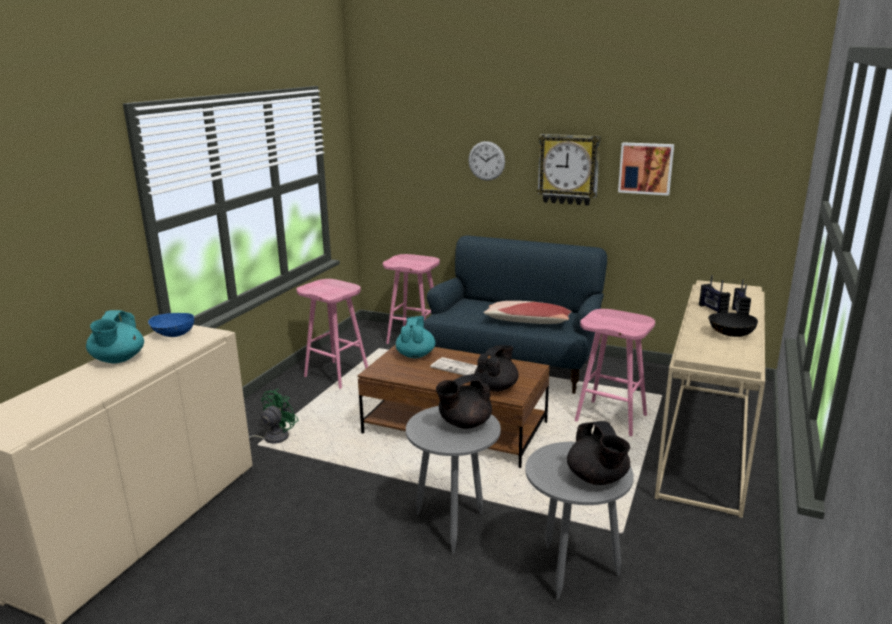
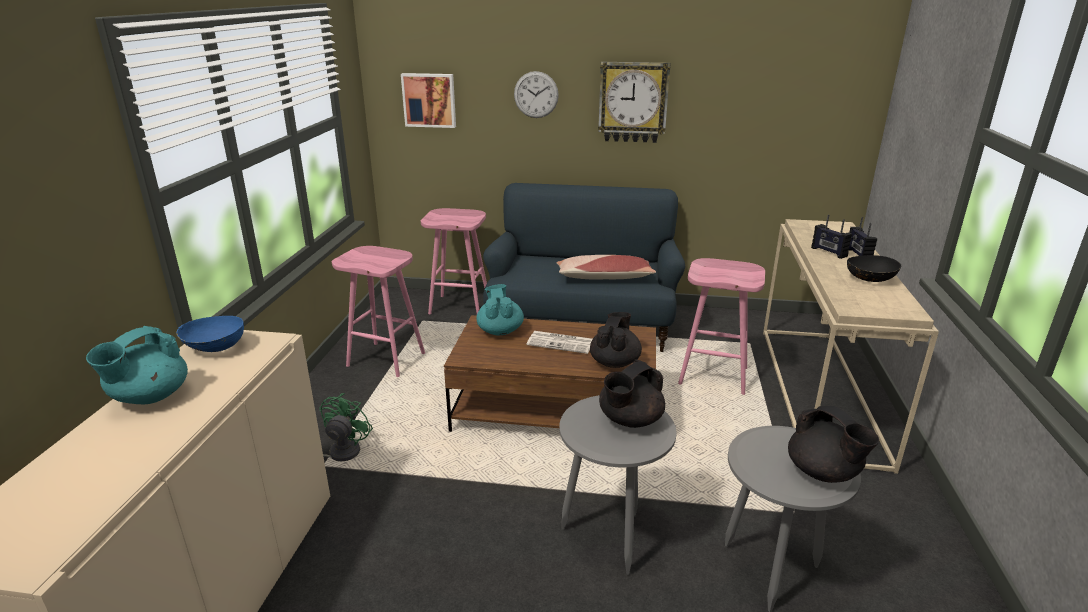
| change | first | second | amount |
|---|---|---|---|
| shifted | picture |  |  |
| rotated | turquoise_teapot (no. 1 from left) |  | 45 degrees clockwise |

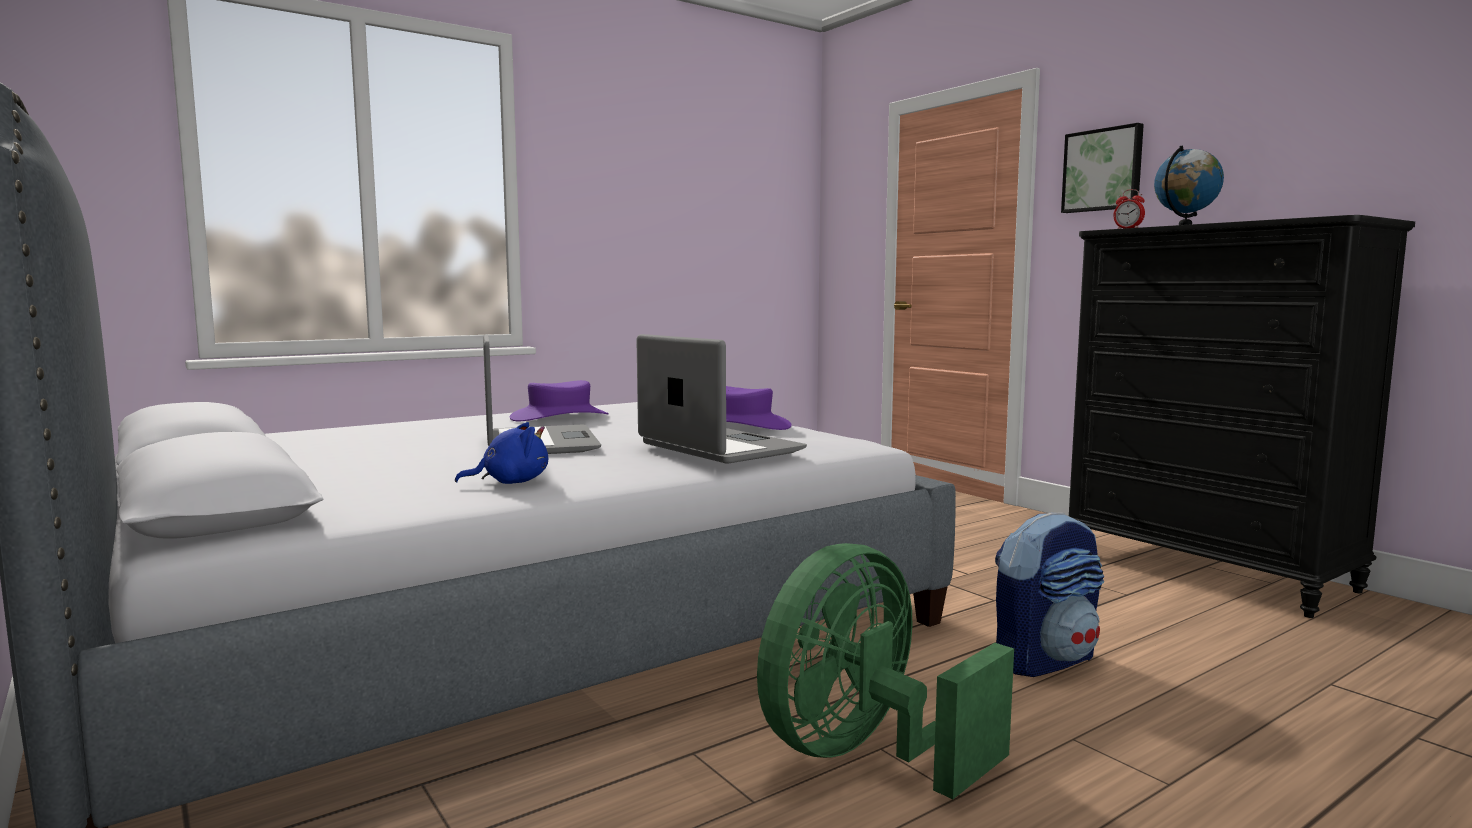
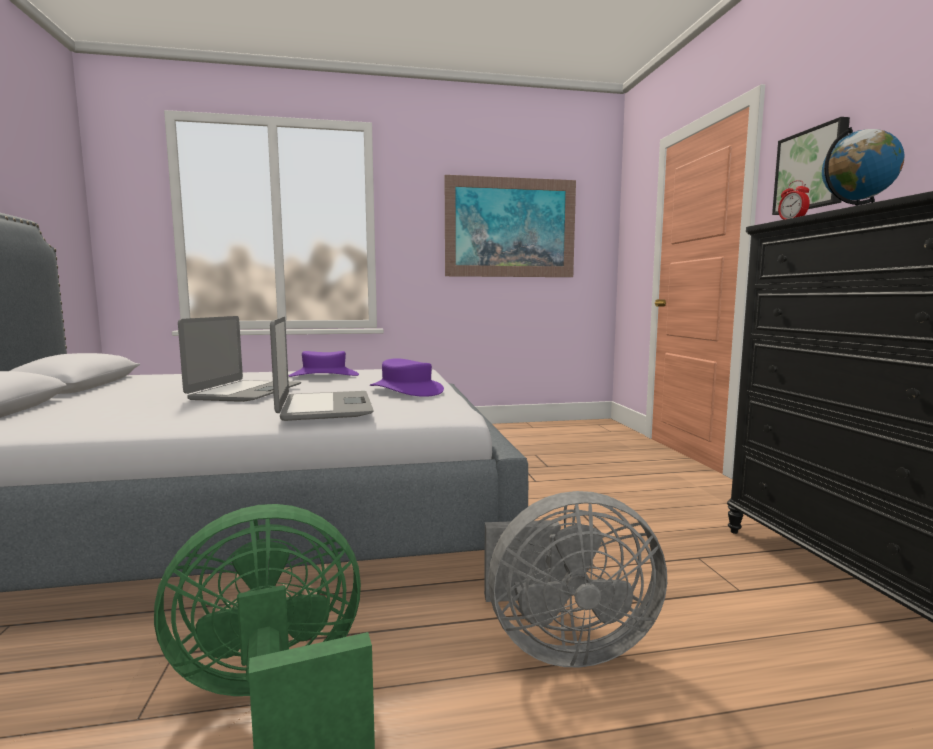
| change | first | second | amount |
|---|---|---|---|
| gone | blue_plush_toy |  |  |
| swapped | backpack | grey_fan |  |
| new |  | picture (no. 1 from left) |  |

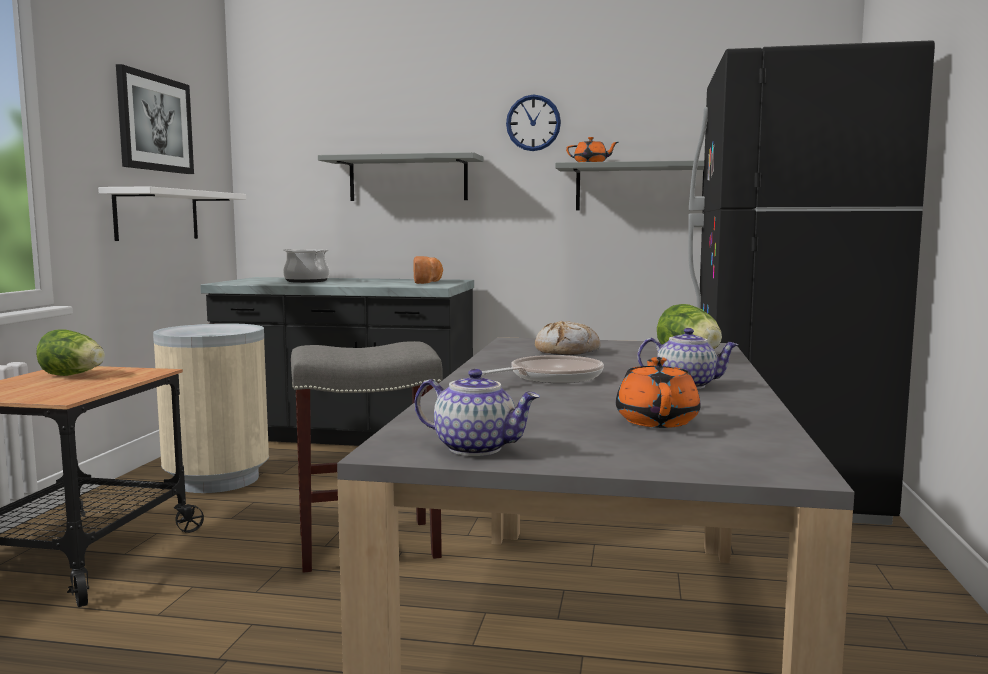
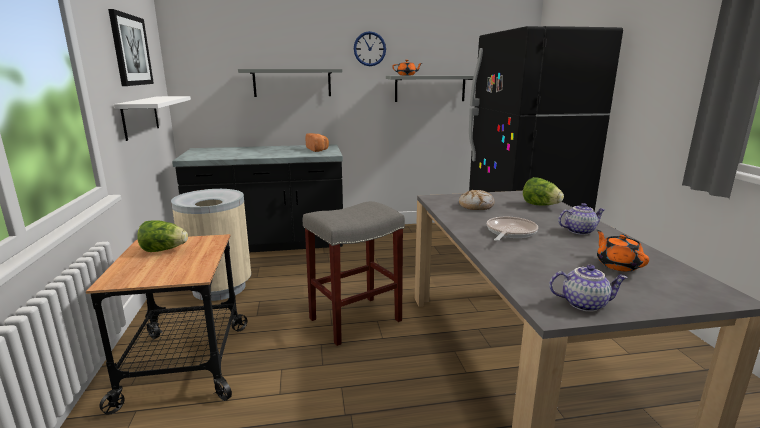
| change | first | second | amount |
|---|---|---|---|
| gone | cooking_pot |  |  |

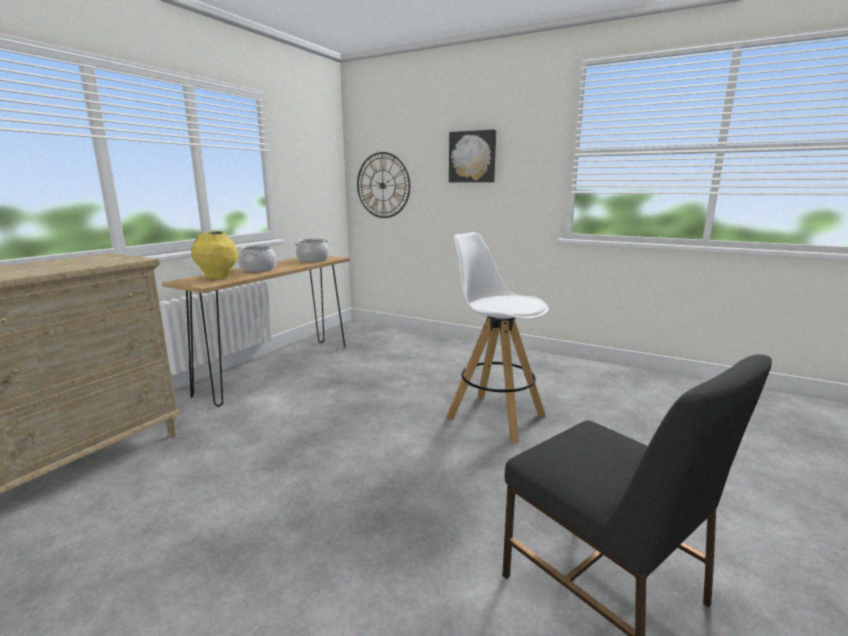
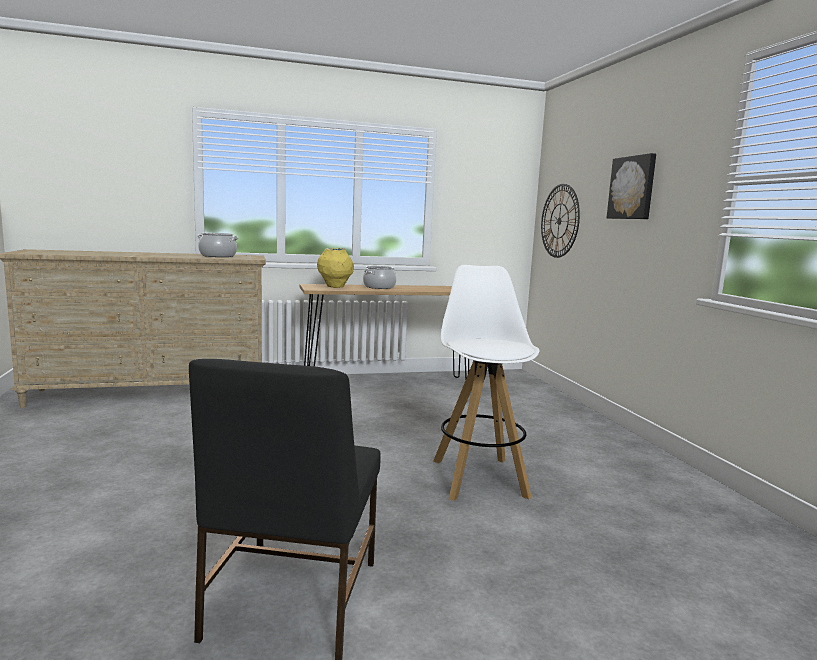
| change | first | second | amount |
|---|---|---|---|
| shifted | cooking_pot (no. 2 from left in the first image) | cooking_pot (no. 1 from left) |  |

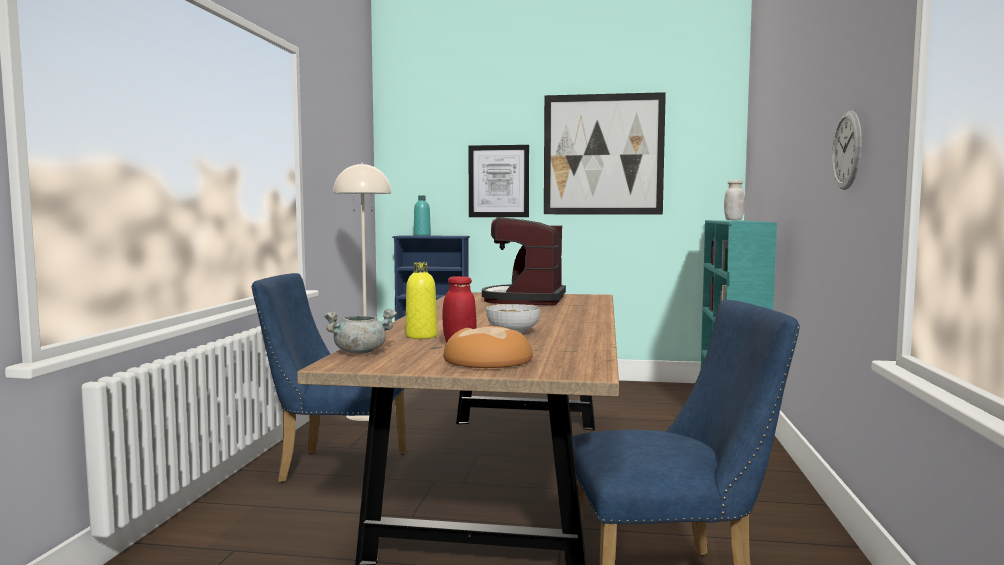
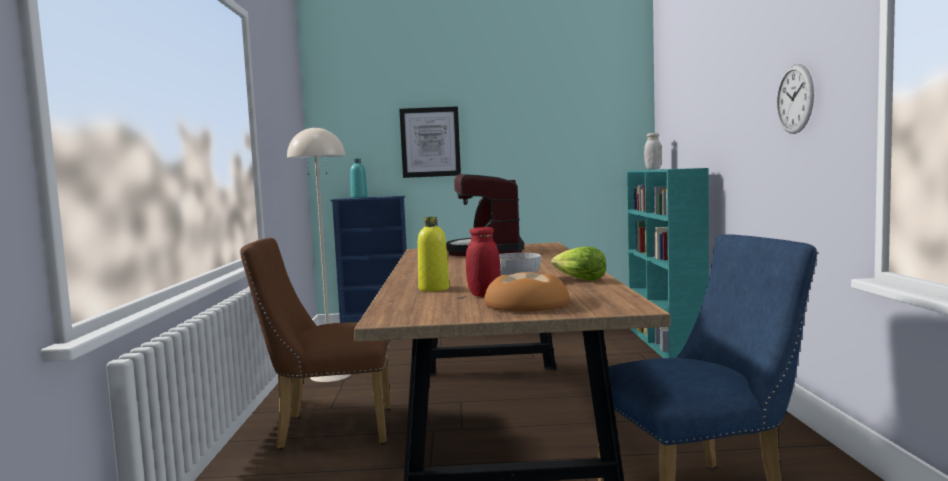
| change | first | second | amount |
|---|---|---|---|
| gone | picture (no. 2 from left) |  |  |
| repainted | blue_chair (no. 1 from left) | brown_chair |  |
| gone | grey_cooking_pot |  |  |
| new |  | lettuce |  |

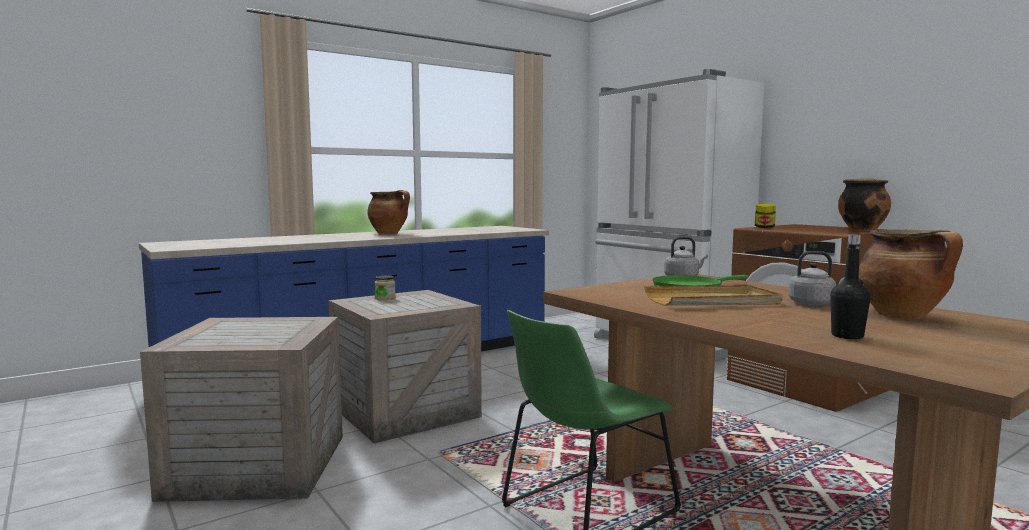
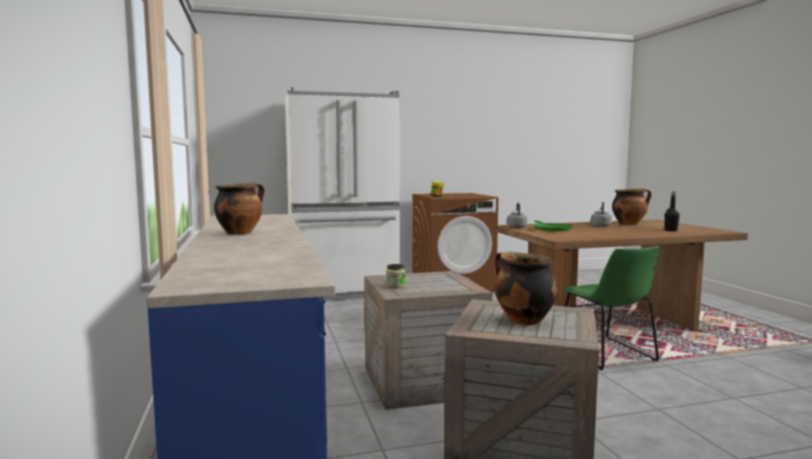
| change | first | second | amount |
|---|---|---|---|
| shifted | cooking_pot (no. 2 from left) |  |  |
| gone | beige_tray |  |  |

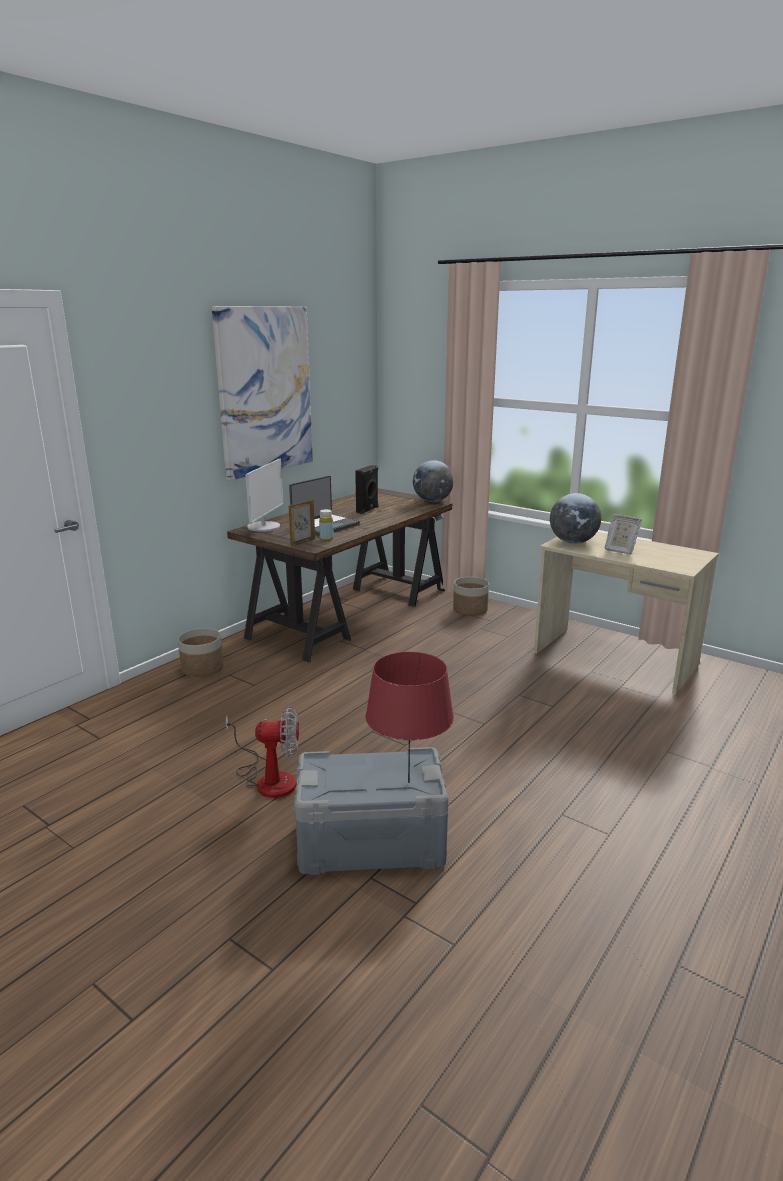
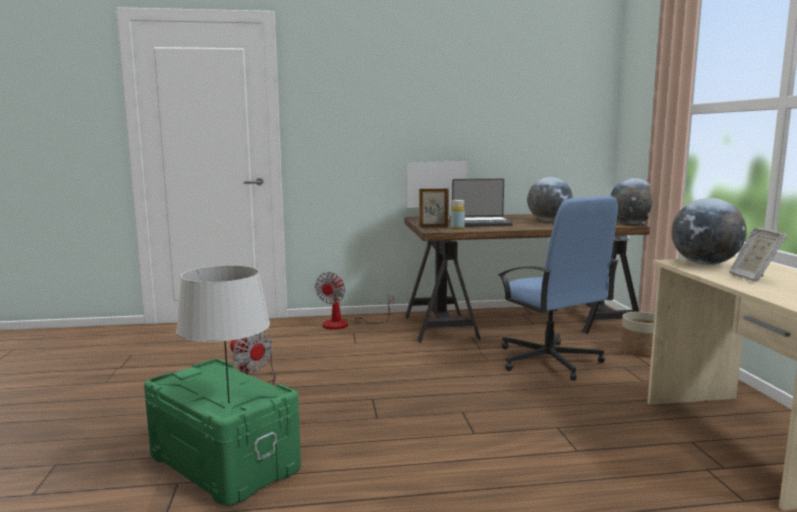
| change | first | second | amount |
|---|---|---|---|
| gone | picture |  |  |
| swapped | black_speaker | globe (no. 1 from left) |  |
| swapped | planter (no. 1 from left) | fan (no. 2 from left) |  |
| repainted | red_table_lamp | grey_table_lamp |  |
| repainted | grey_storage_box | green_storage_box |  |
| new |  | blue_office_chair |  |

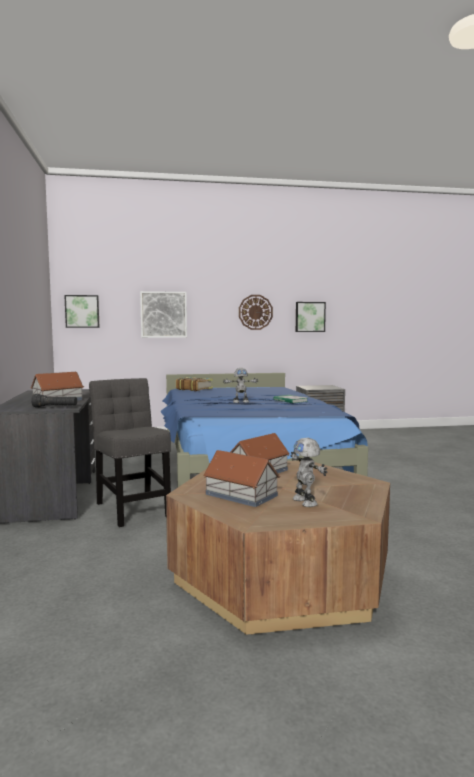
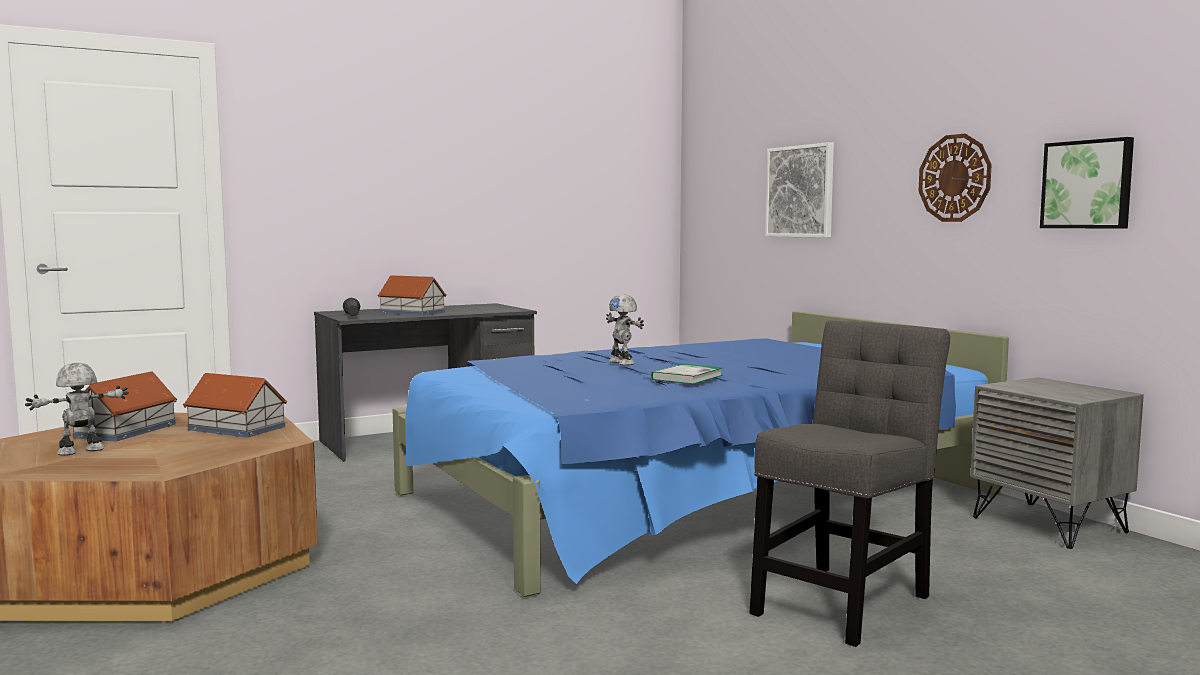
| change | first | second | amount |
|---|---|---|---|
| gone | picture (no. 1 from left) |  |  |
| gone | book (no. 1 from left) |  |  |
| shifted | grey_chair |  |  |

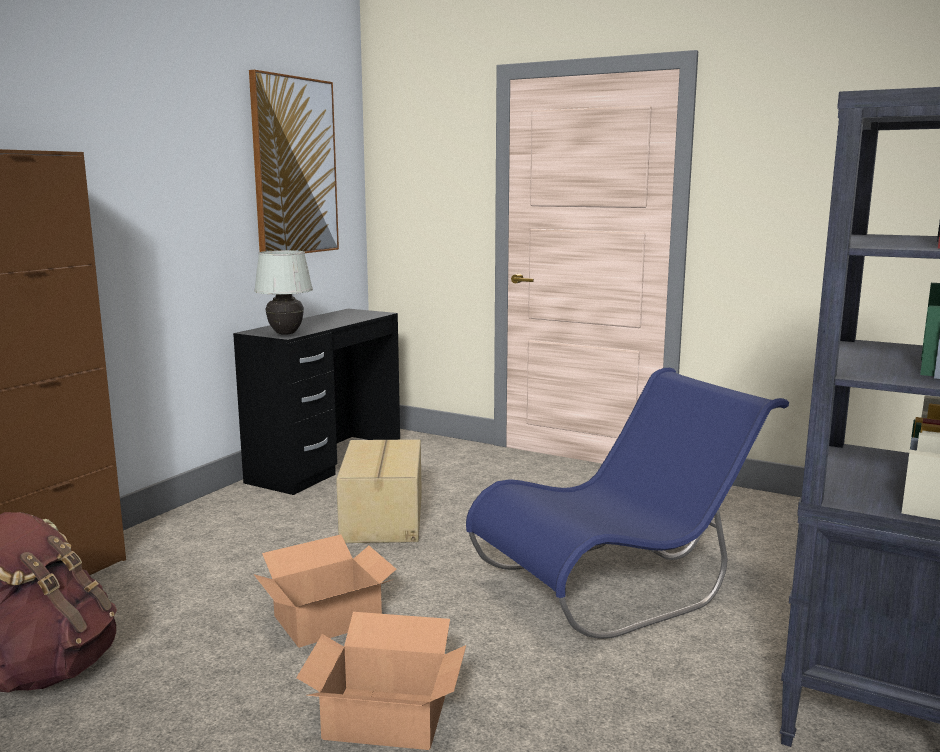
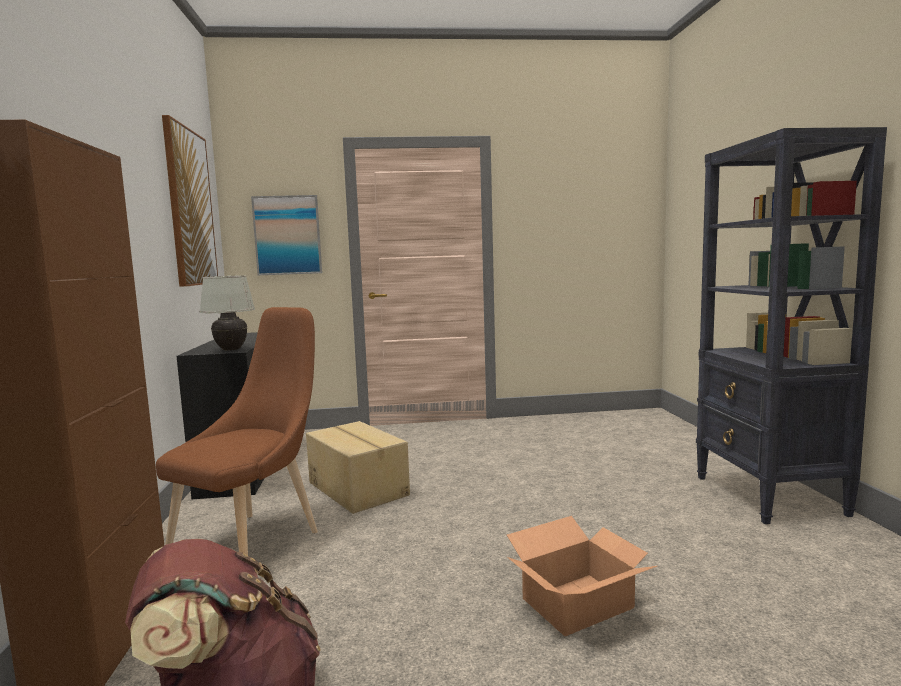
| change | first | second | amount |
|---|---|---|---|
| gone | blue_chair |  |  |
| gone | cardboard_box (no. 1 from left) |  |  |
| new |  | picture (no. 2 from left) |  |
| new |  | brown_chair |  |

